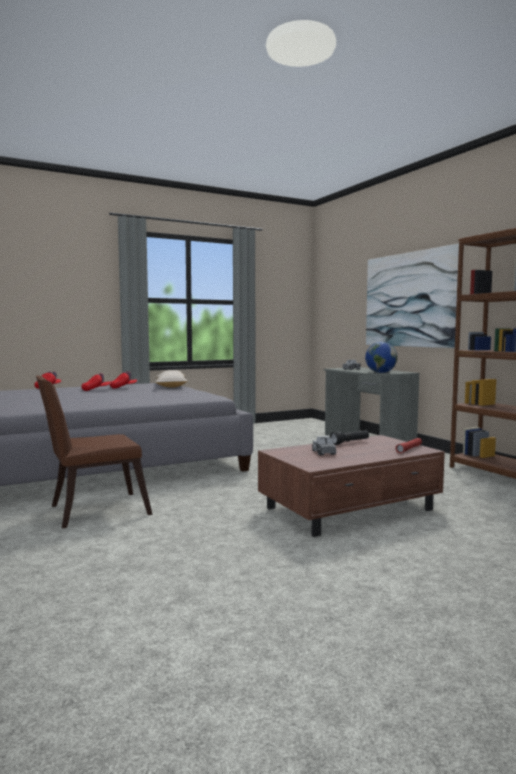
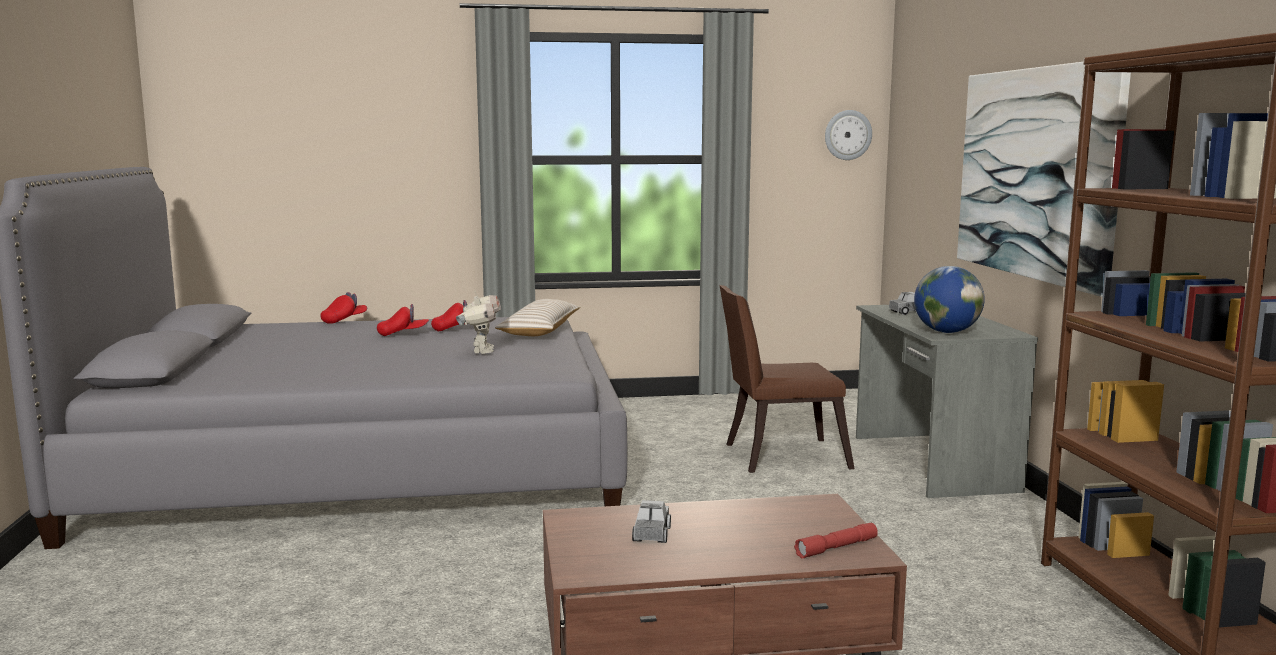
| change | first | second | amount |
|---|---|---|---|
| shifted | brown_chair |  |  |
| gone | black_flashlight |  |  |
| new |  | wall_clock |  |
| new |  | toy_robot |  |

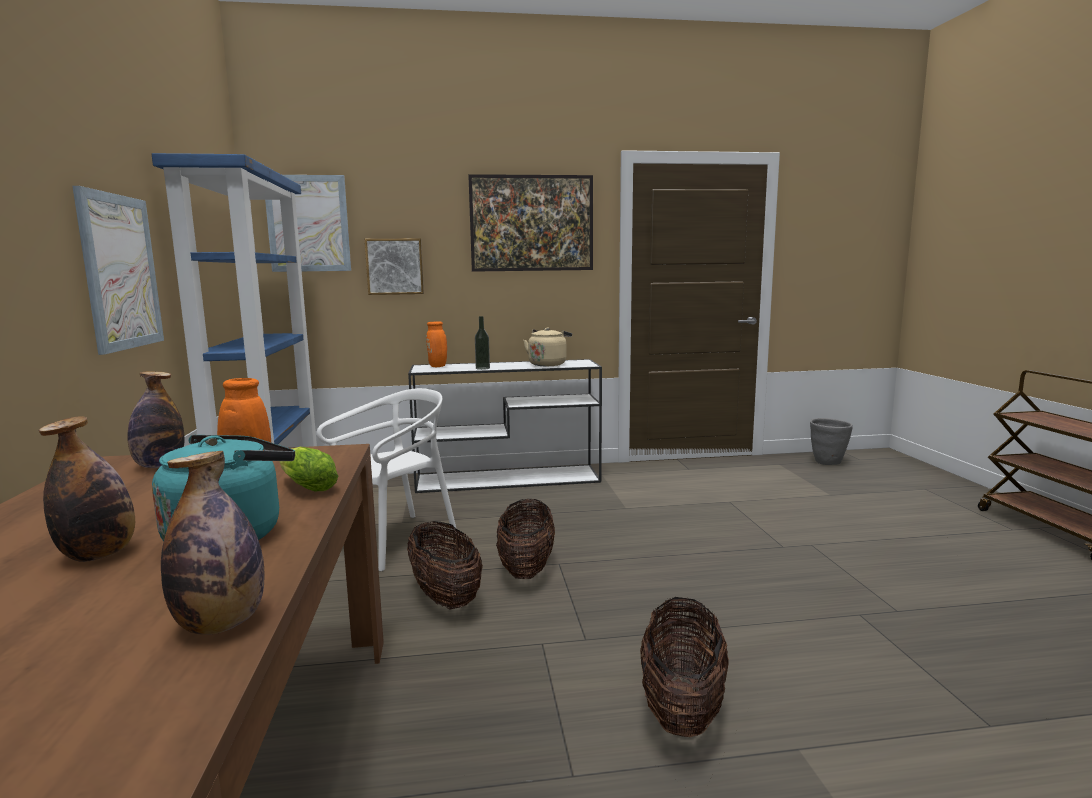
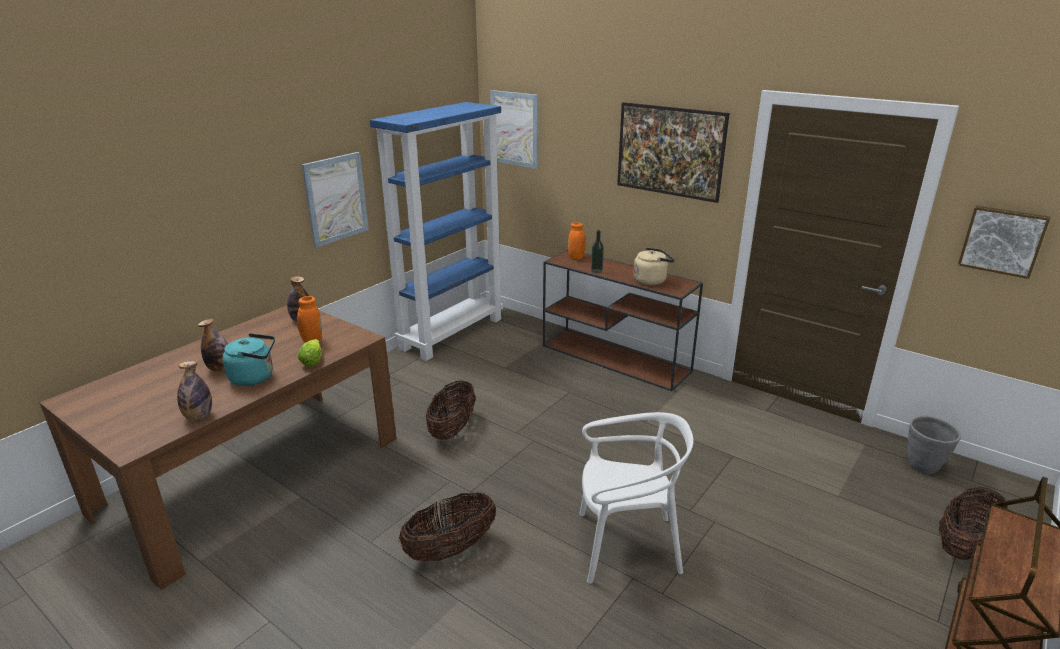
| change | first | second | amount |
|---|---|---|---|
| shifted | picture (no. 3 from left in the first image) | picture (no. 4 from left) |  |
| repainted | white_console_table | brown_console_table |  |
| shifted | white_chair |  |  |
| shifted | basket (no. 2 from left in the first image) | basket (no. 3 from left) |  |

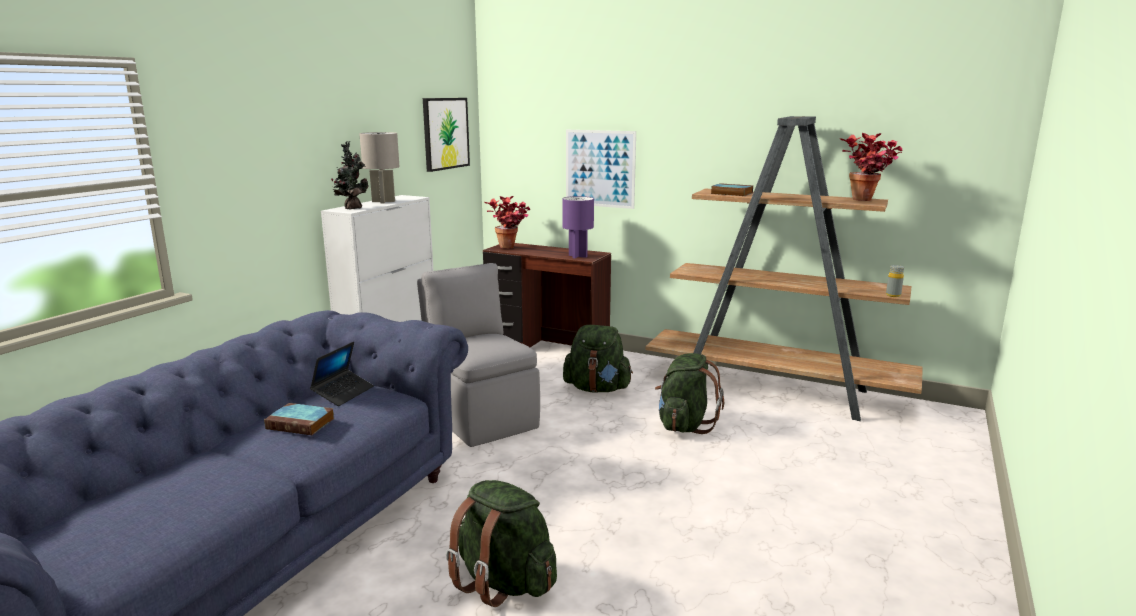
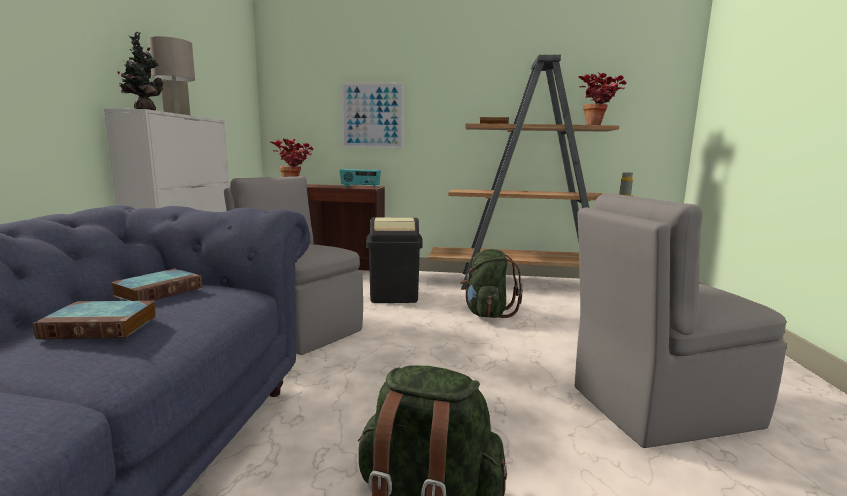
| change | first | second | amount |
|---|---|---|---|
| gone | picture (no. 1 from left) |  |  |
| swapped | purple_table_lamp | radio |  |
| swapped | green_backpack (no. 2 from left) | black_trash_can |  |
| swapped | laptop | book (no. 2 from left) |  |
| new |  | grey_chair (no. 2 from left) |  |

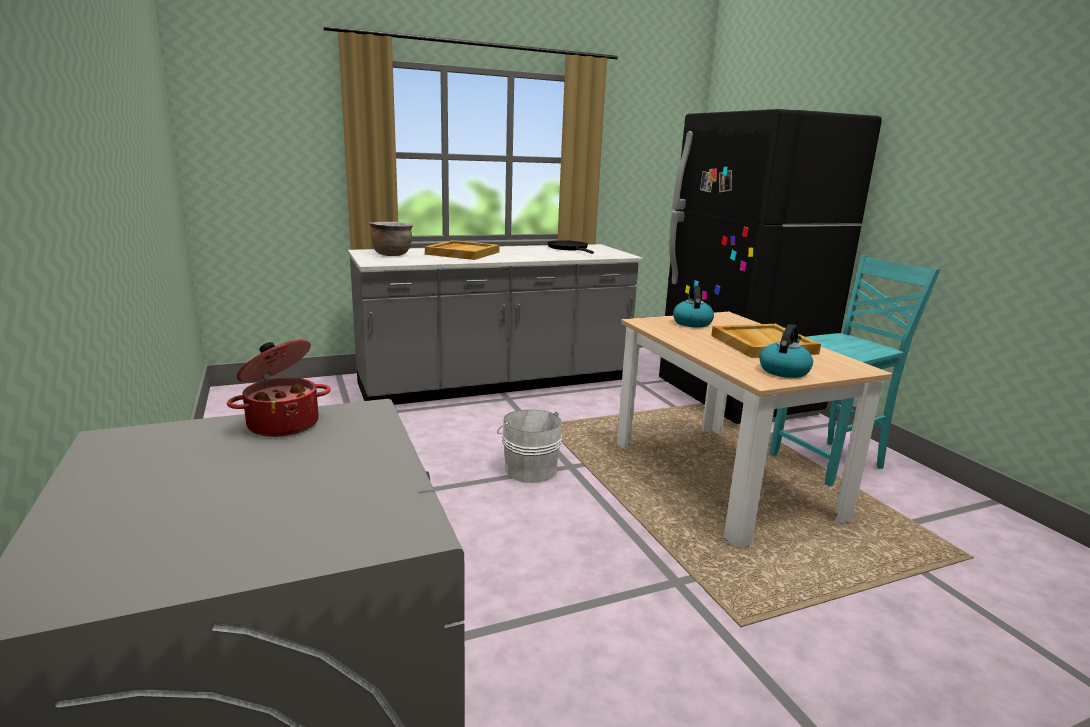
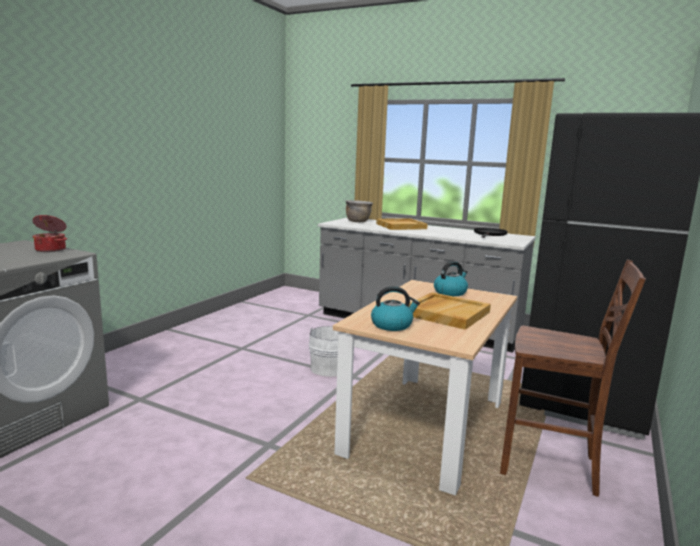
| change | first | second | amount |
|---|---|---|---|
| repainted | turquoise_chair | brown_chair |  |

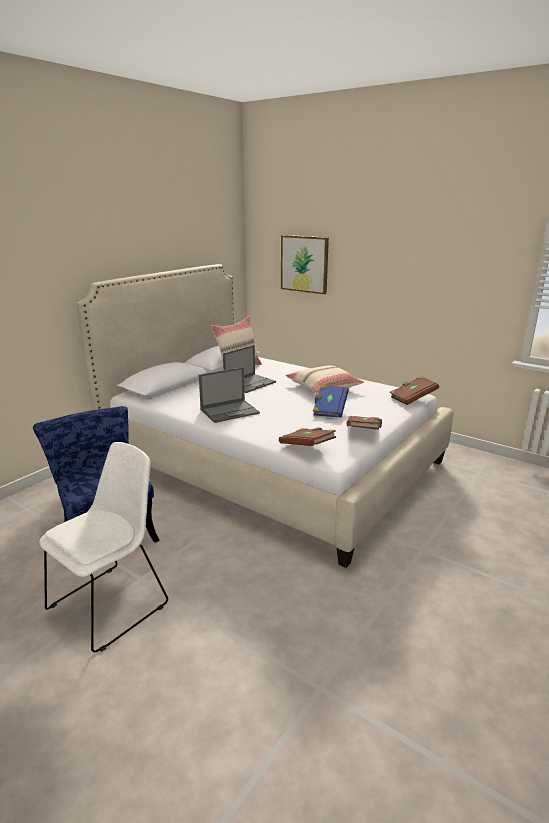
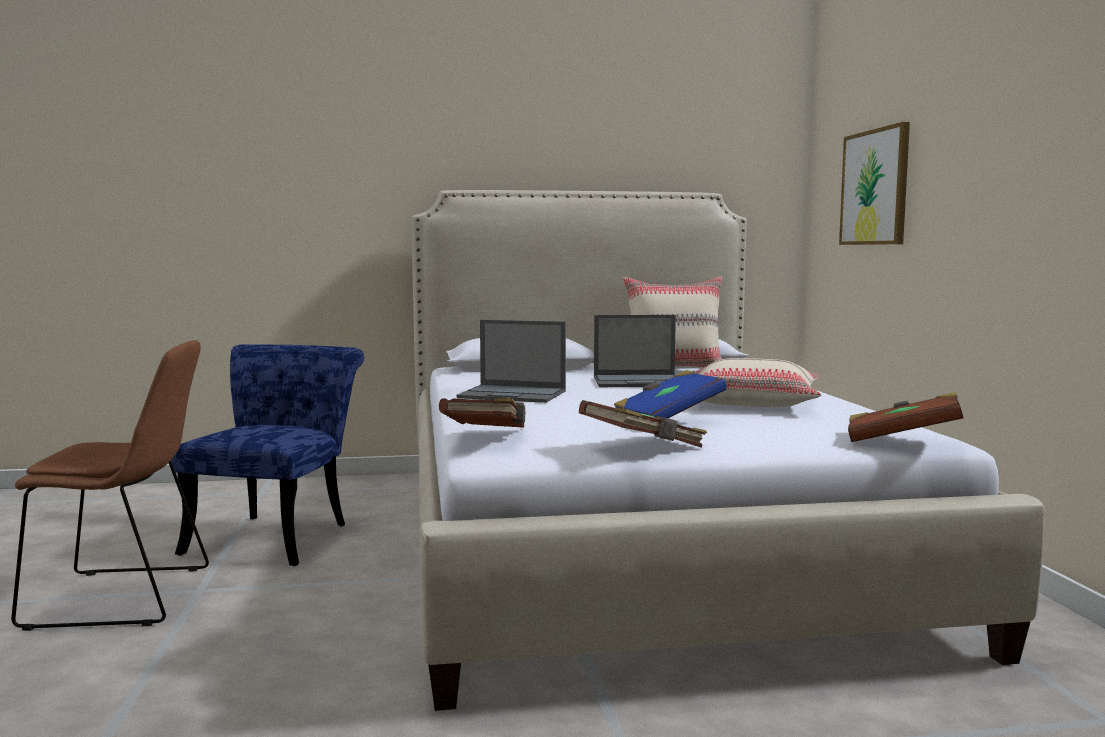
| change | first | second | amount |
|---|---|---|---|
| repainted | white_chair | brown_chair |  |

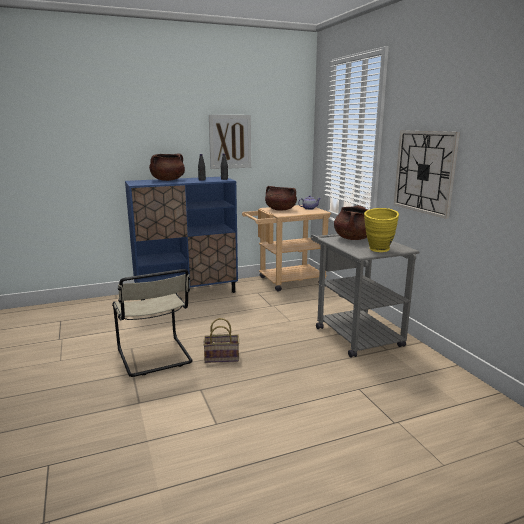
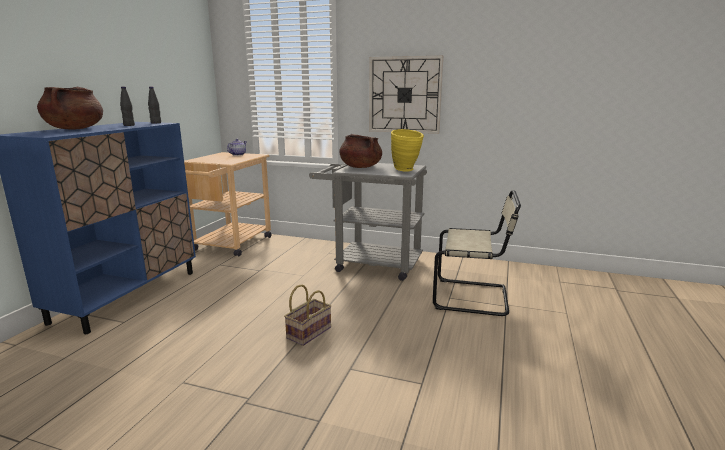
| change | first | second | amount |
|---|---|---|---|
| gone | picture |  |  |
| gone | brown_cooking_pot (no. 2 from left) |  |  |
| shifted | beige_chair |  |  |

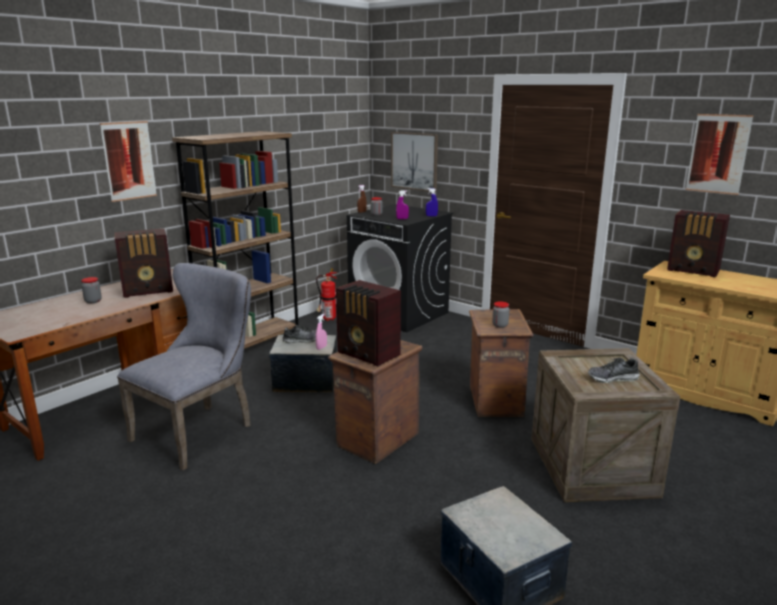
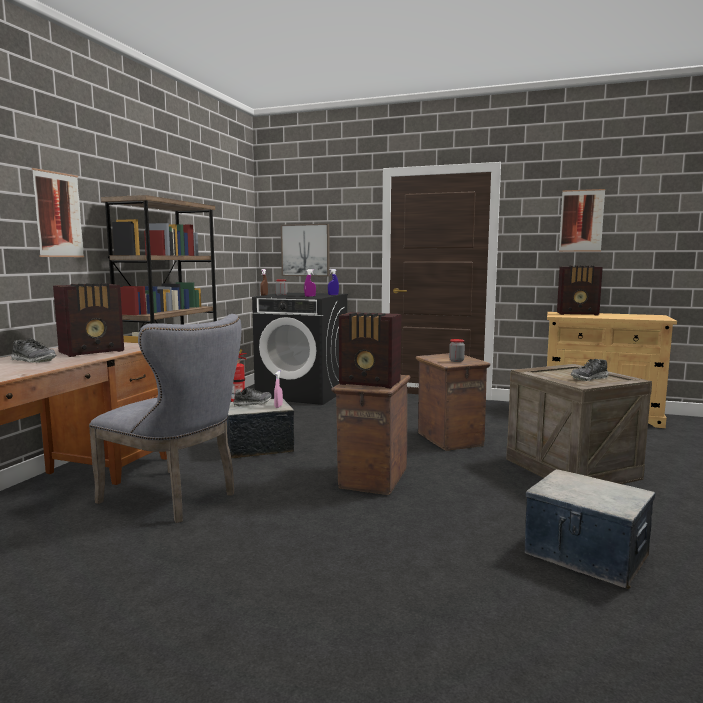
| change | first | second | amount |
|---|---|---|---|
| rotated | grey_chair |  | 105 degrees clockwise |
| swapped | jar (no. 1 from left) | shoe (no. 1 from left) |  |

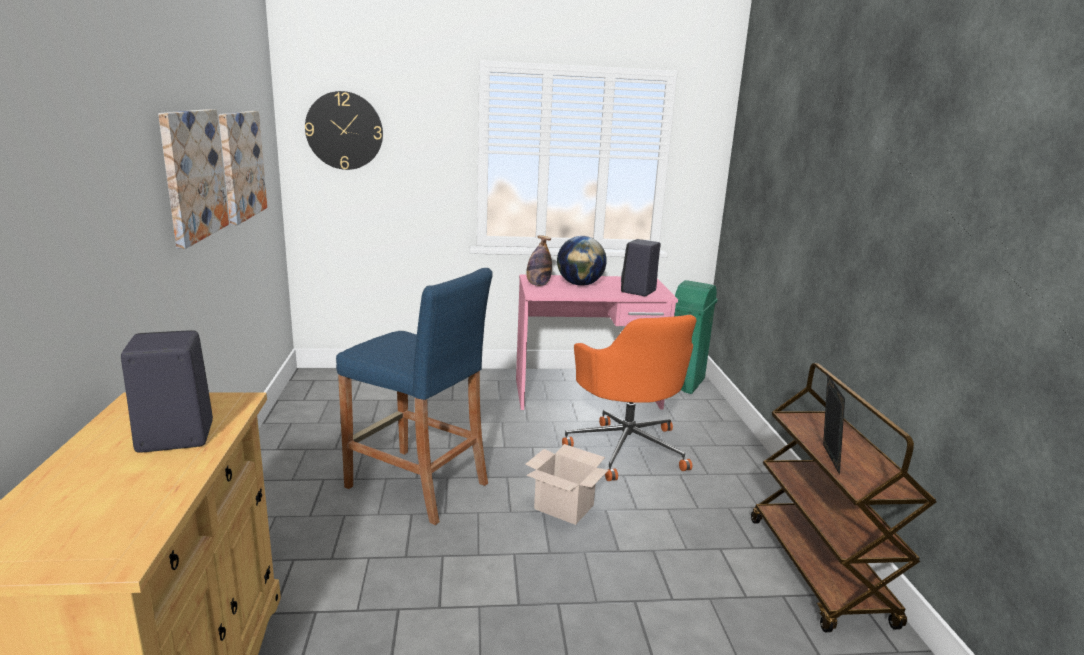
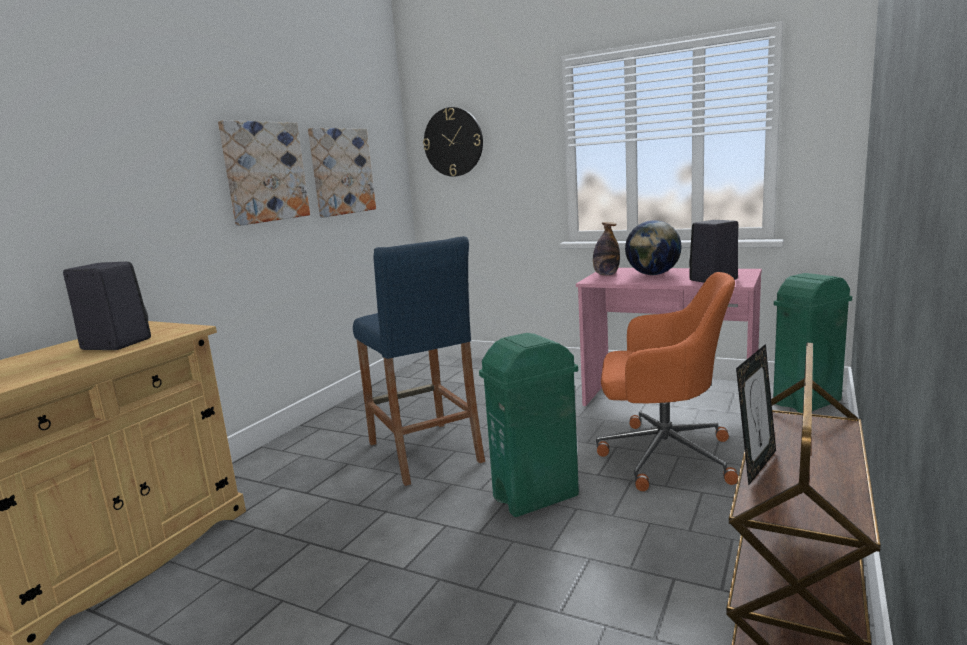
| change | first | second | amount |
|---|---|---|---|
| rotated | orange_office_chair |  | 90 degrees counterclockwise |
| swapped | cardboard_box | green_trash_can (no. 1 from left) |  |

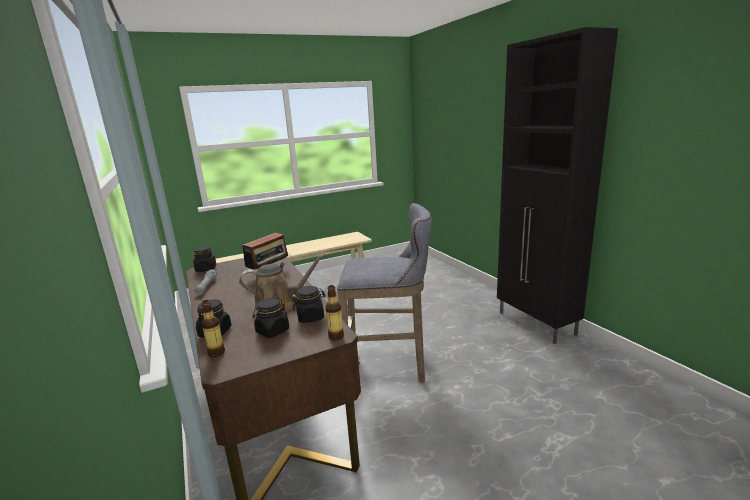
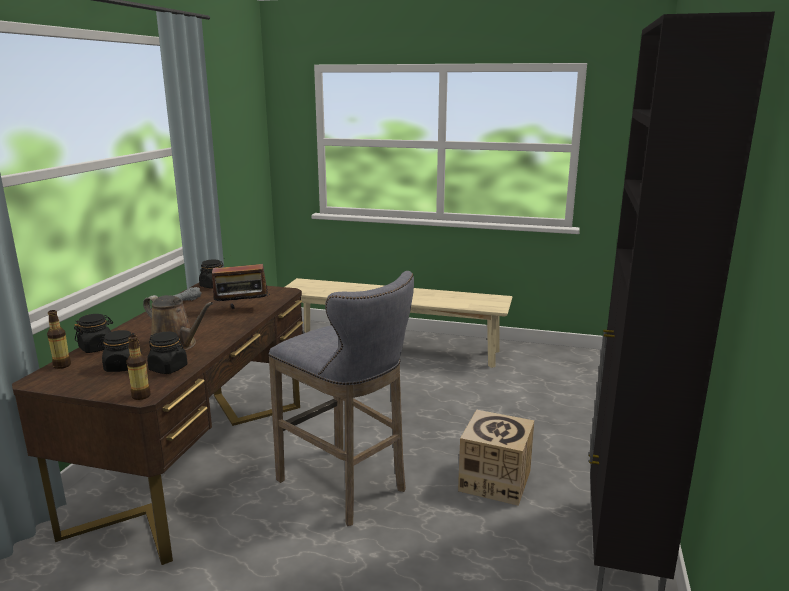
| change | first | second | amount |
|---|---|---|---|
| new |  | cardboard_box |  |

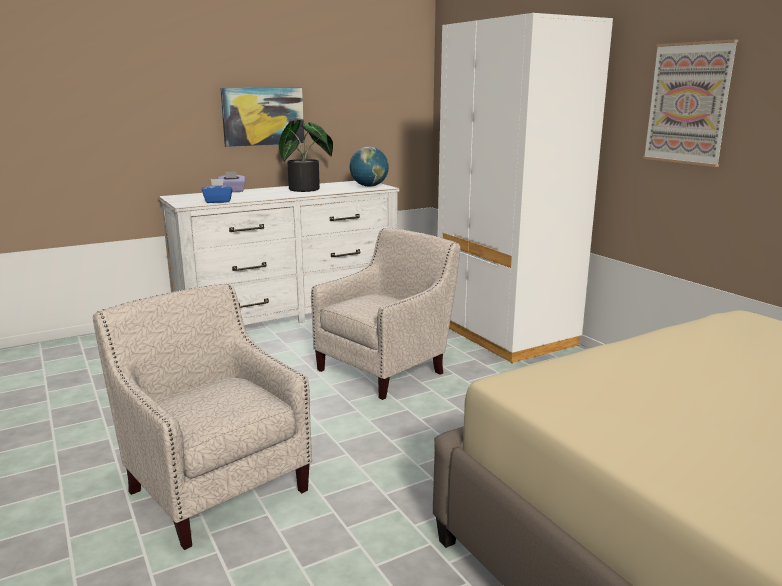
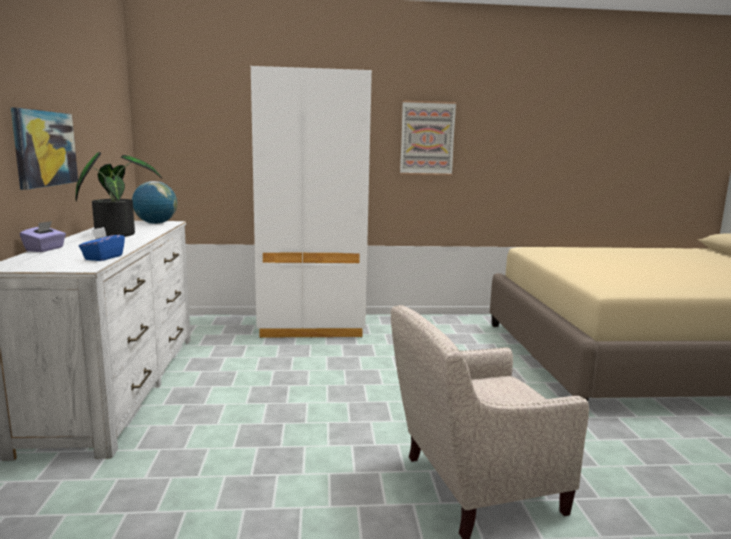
| change | first | second | amount |
|---|---|---|---|
| gone | beige_armchair (no. 2 from left) |  |  |

